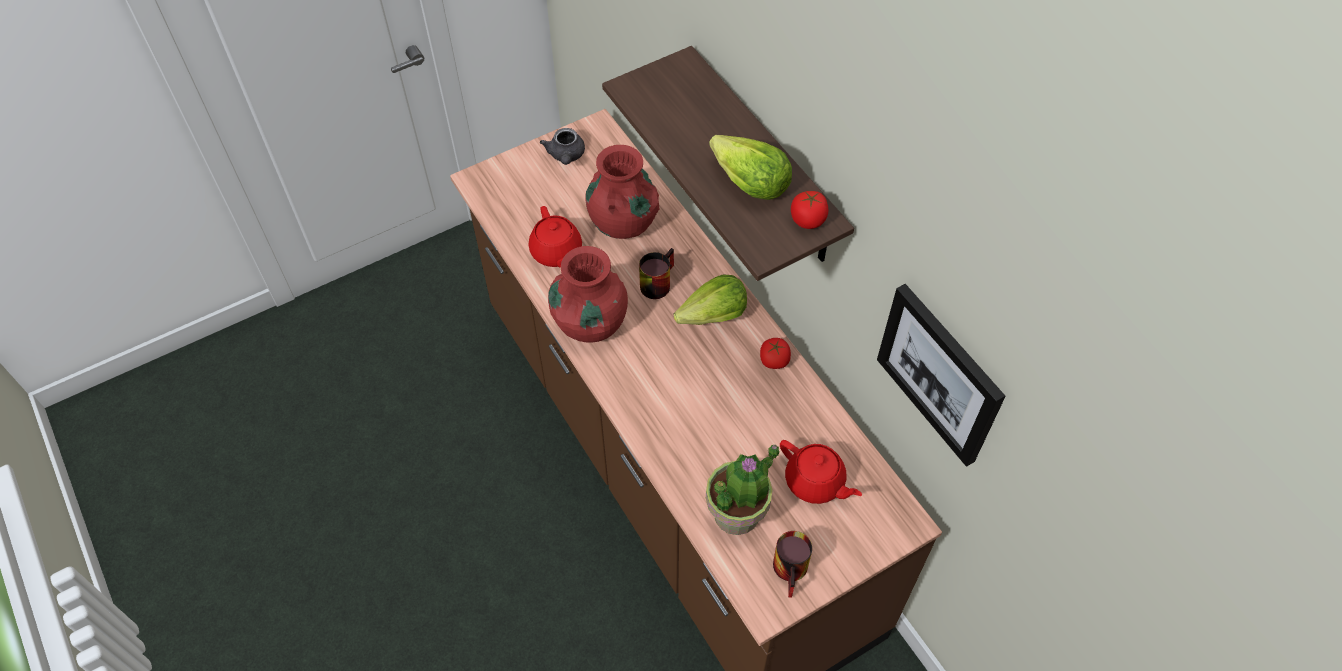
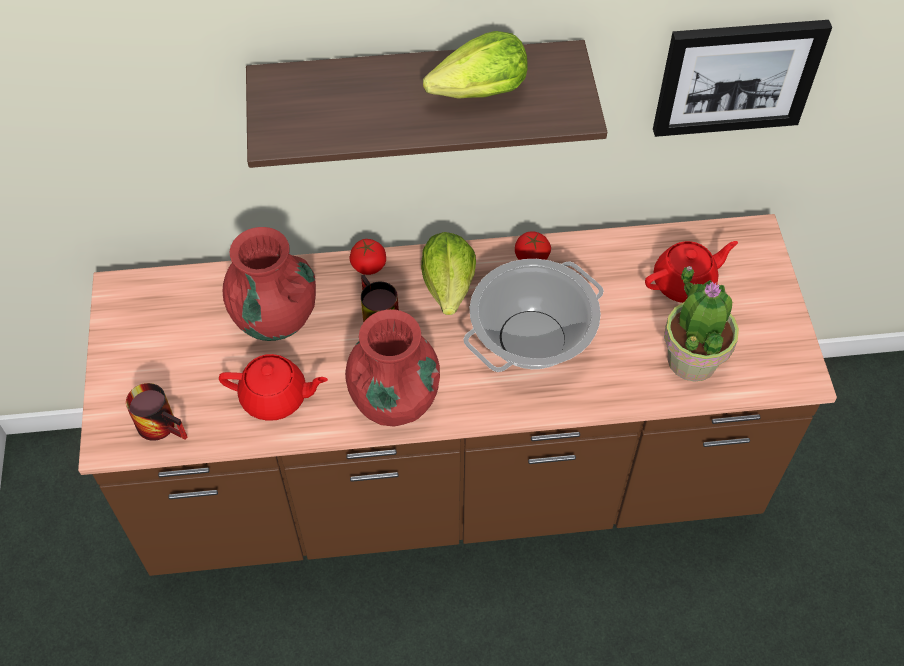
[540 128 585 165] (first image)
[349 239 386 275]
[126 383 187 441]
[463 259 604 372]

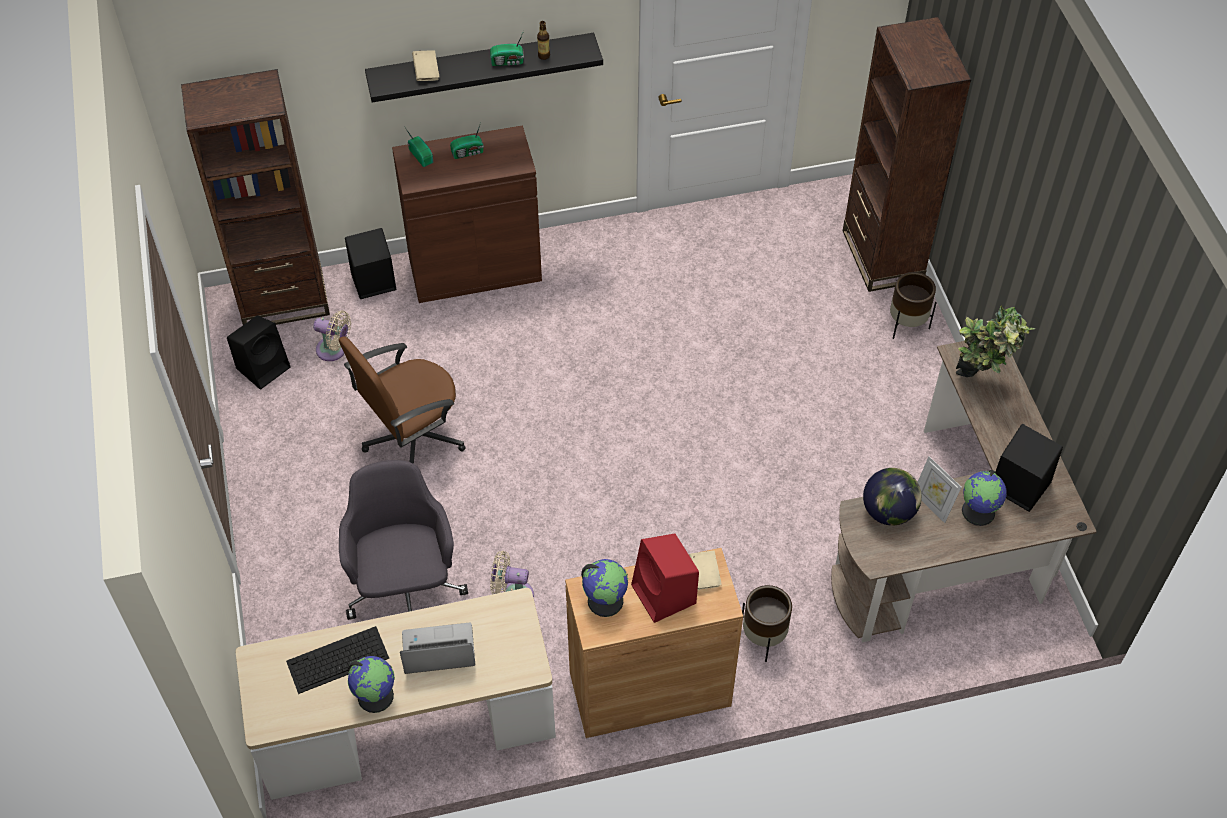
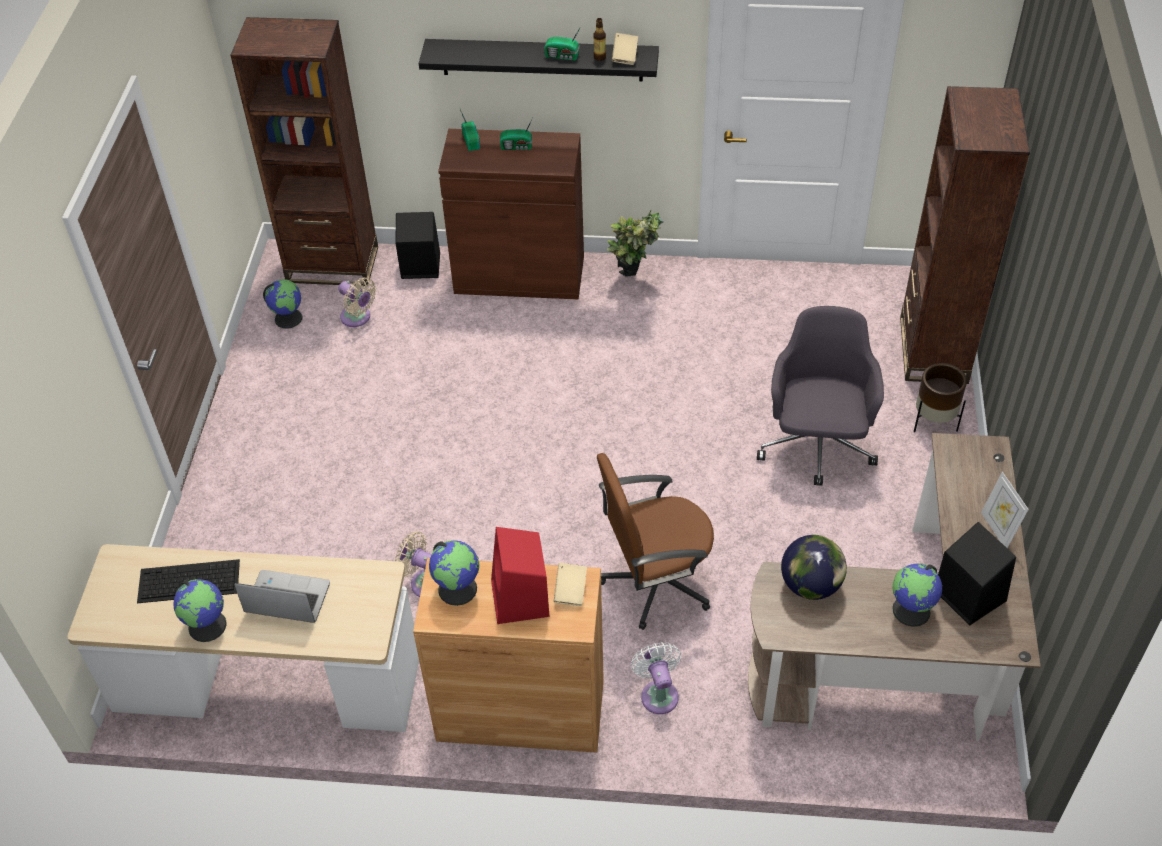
[612 33 638 65]
[607 210 664 276]
[263 279 303 329]
[597 453 714 630]
[981 472 1029 548]
[757 306 884 486]
[631 642 681 714]

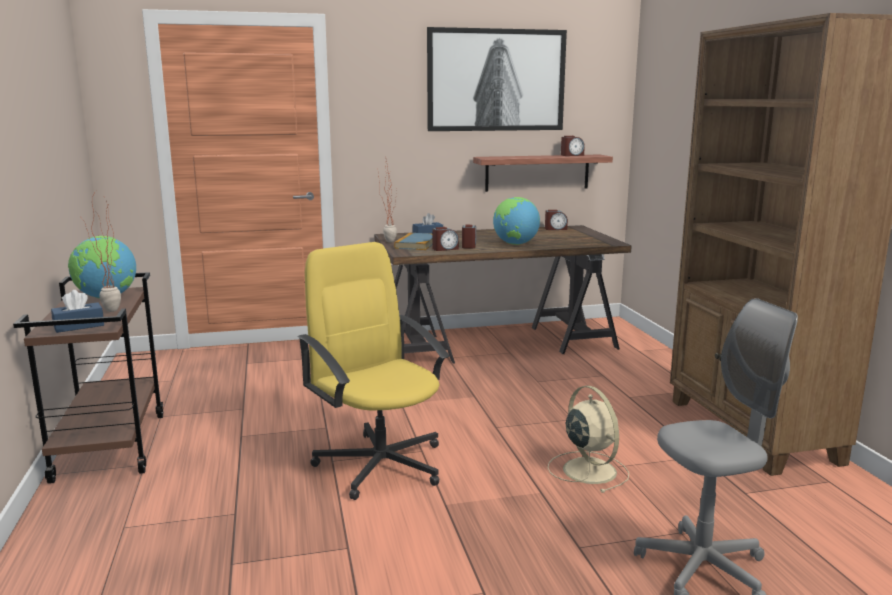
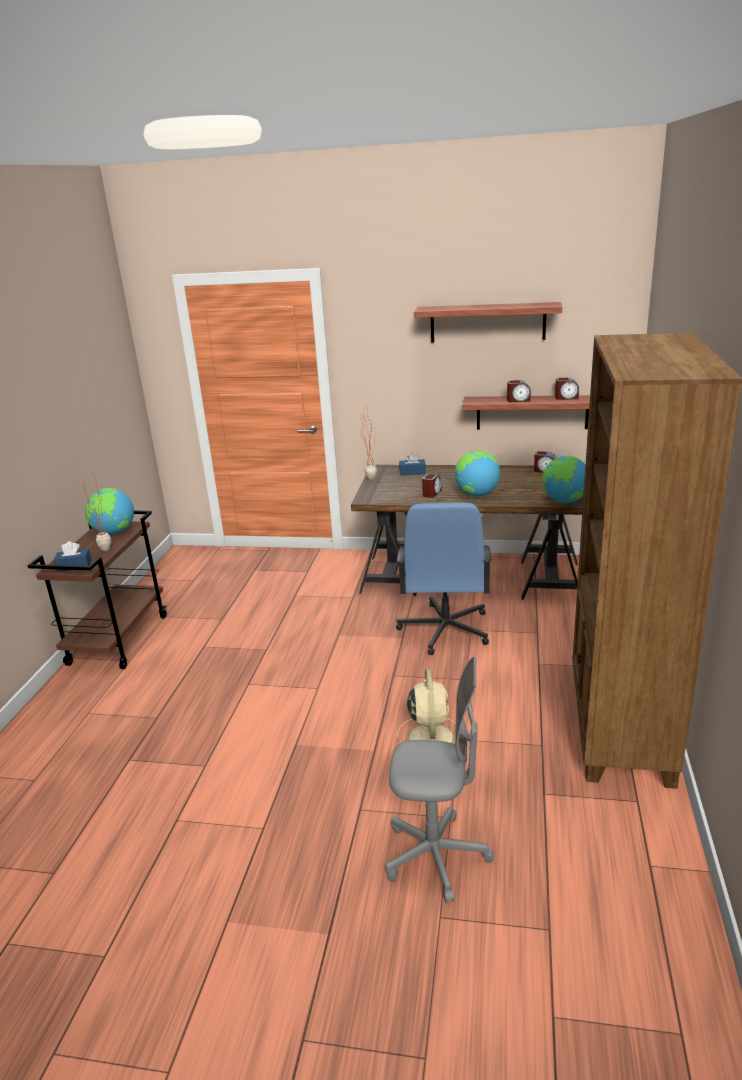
[414 302 562 343]
[507 380 531 402]
[394 233 433 250] (first image)
[298 242 449 500] (first image)
[542 456 586 503]
[396 503 492 655]

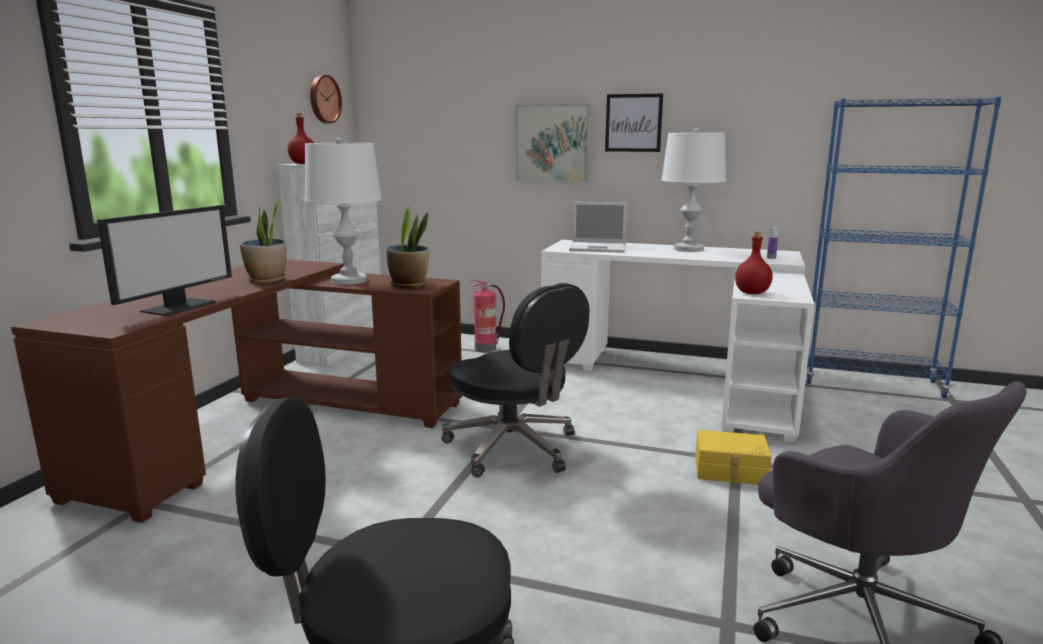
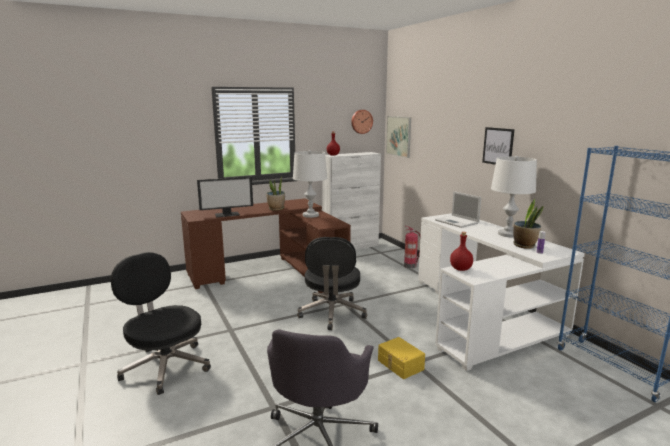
[386 116 411 158]
[513 199 544 249]

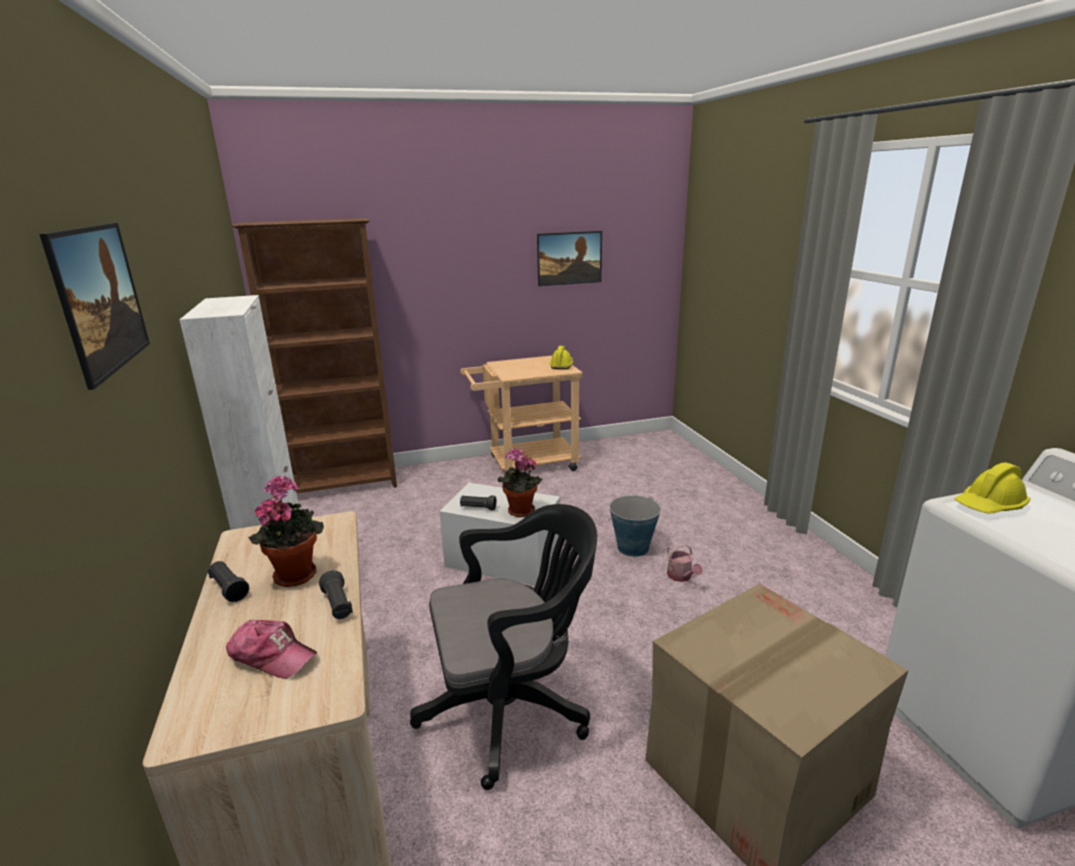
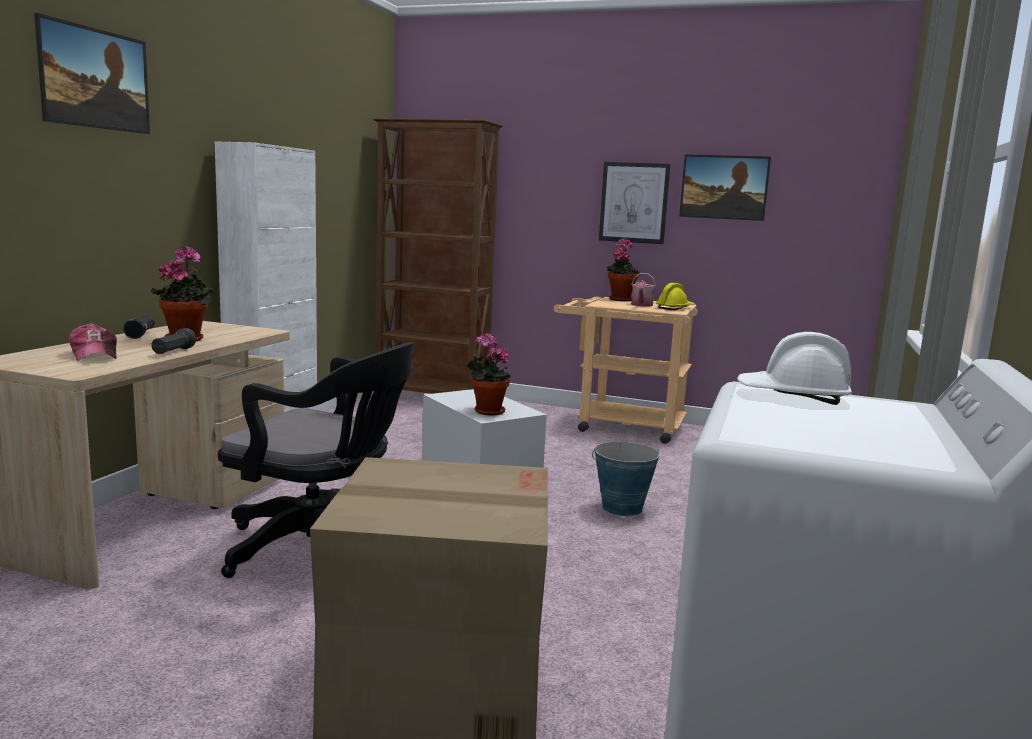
[737 332 852 405]
[460 495 497 511] (first image)
[631 273 656 307]
[599 162 671 244]
[607 238 640 301]

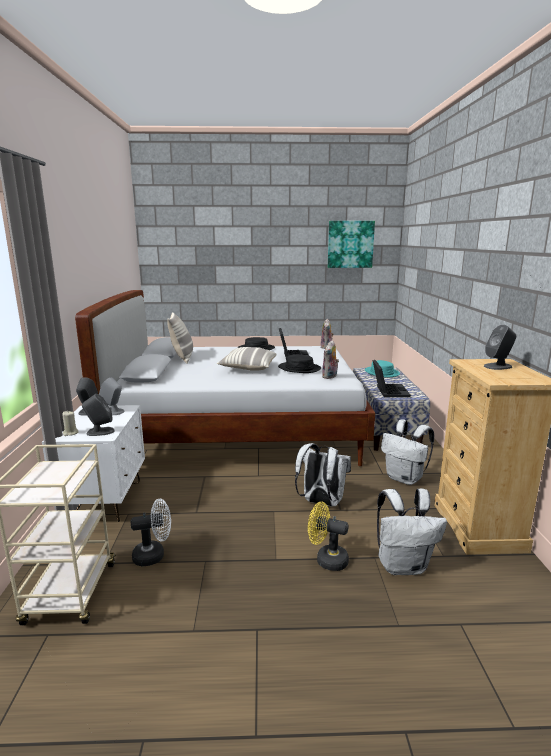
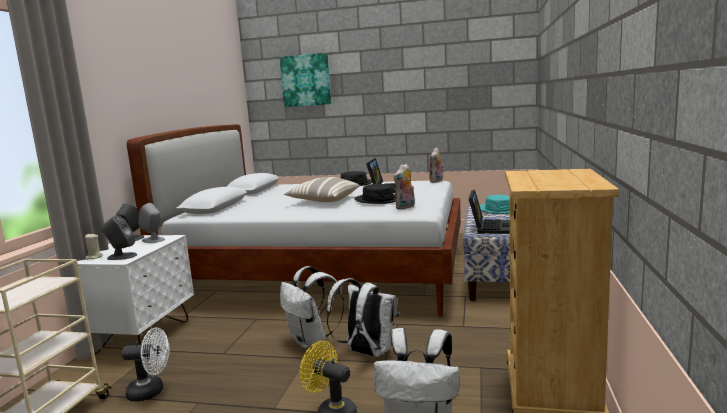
[280 53 331 107]
[167 312 193 364] (first image)
[484 325 516 370] (first image)
[280 266 344 349]

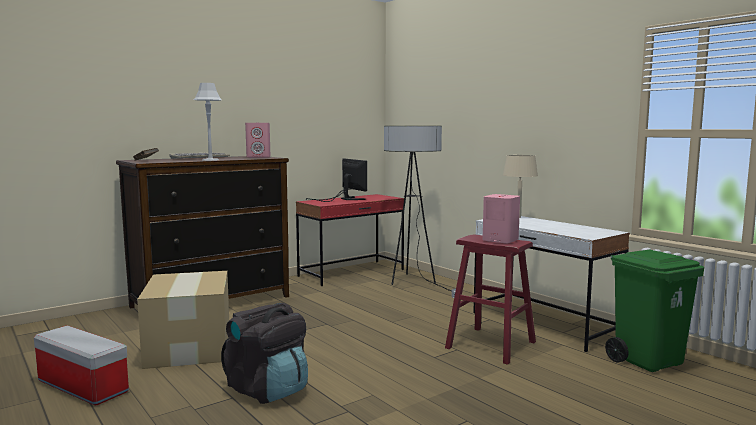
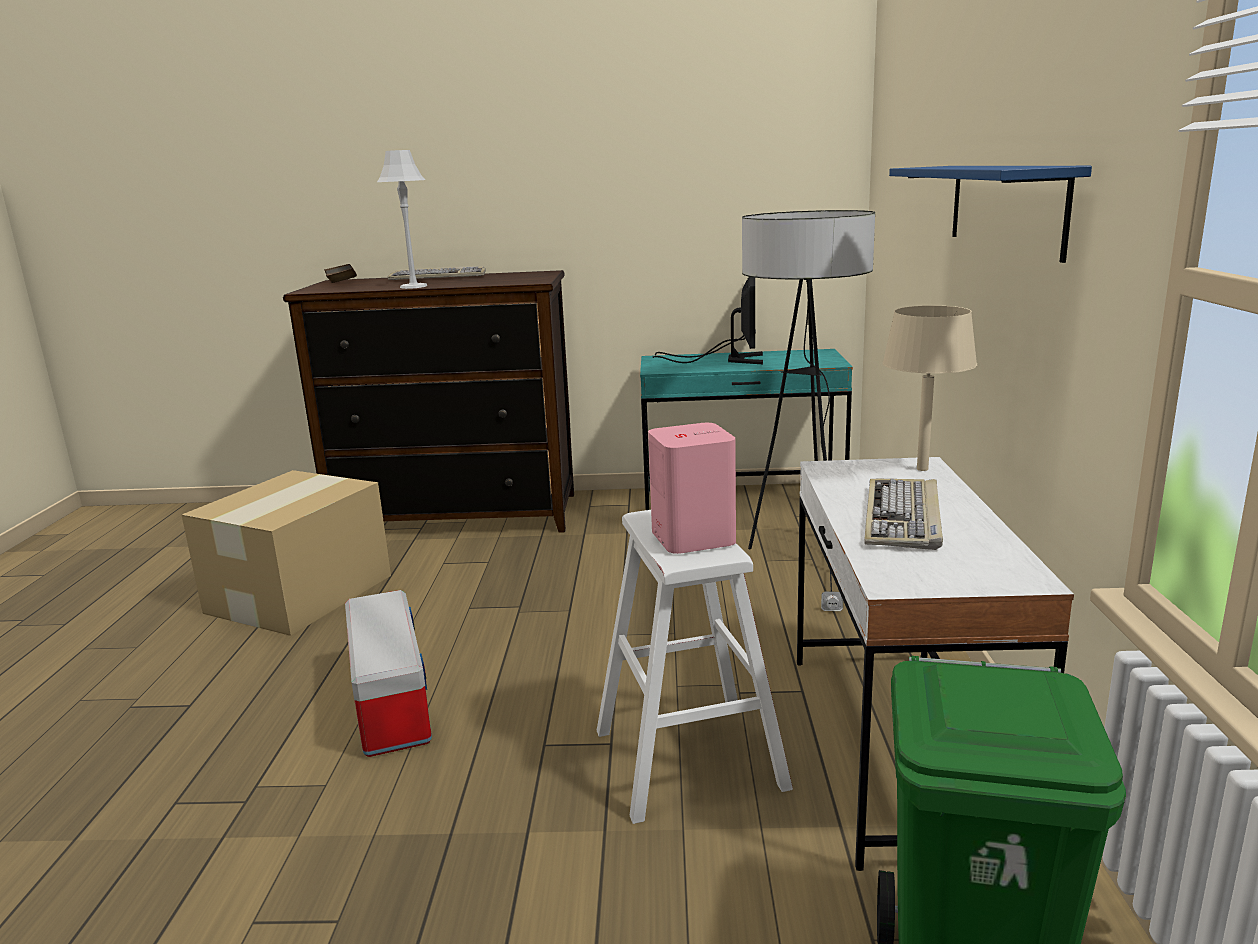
[245 123 270 158] (first image)
[640 349 853 510]
[596 510 793 824]
[221 303 308 404] (first image)
[345 590 432 757]
[889 166 1092 263]
[864 479 943 550]

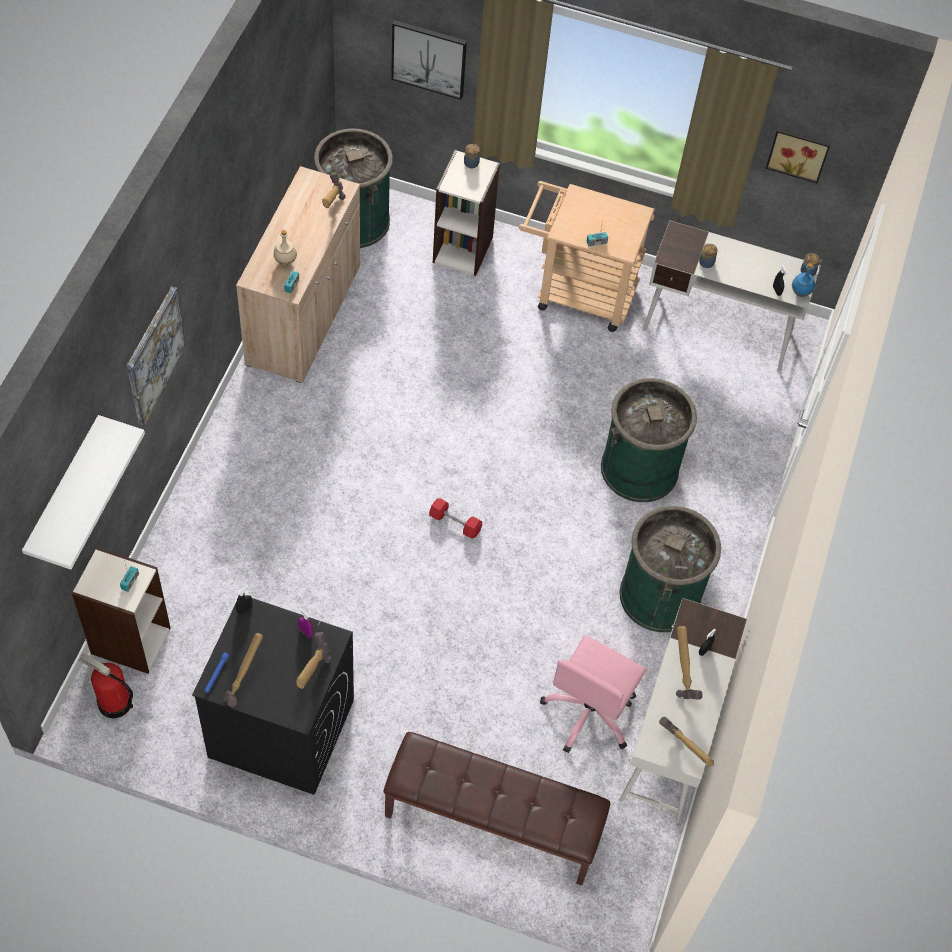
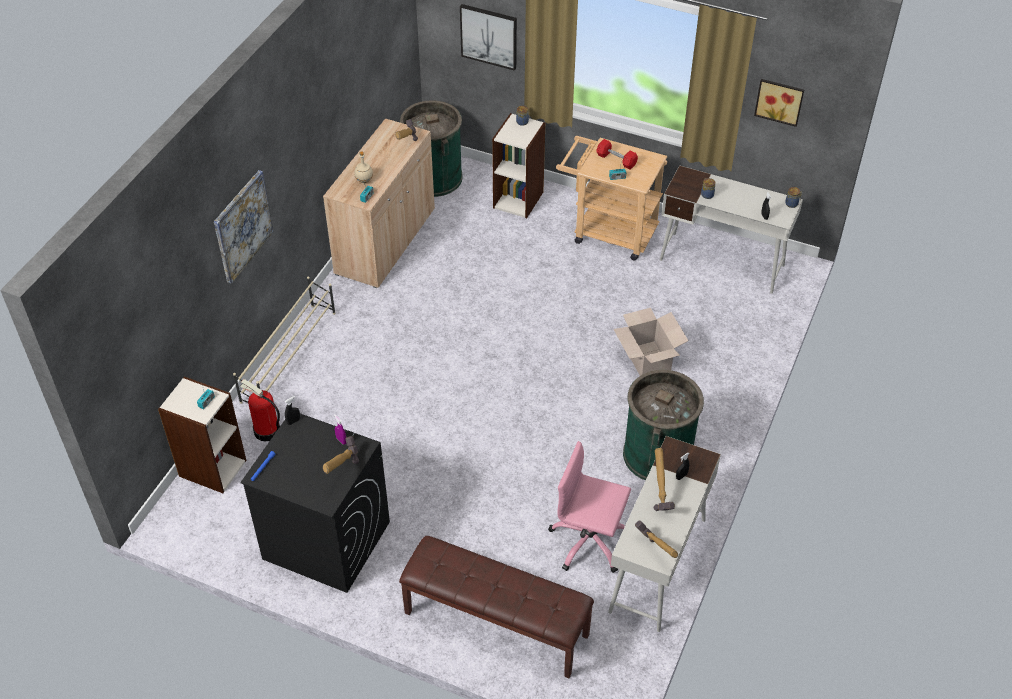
[792 263 815 297] (first image)
[613 308 688 376]
[22 415 145 570] (first image)
[597 139 638 169]
[224 633 263 707] (first image)
[548 441 631 573]
[240 379 280 441]
[233 276 336 404]

